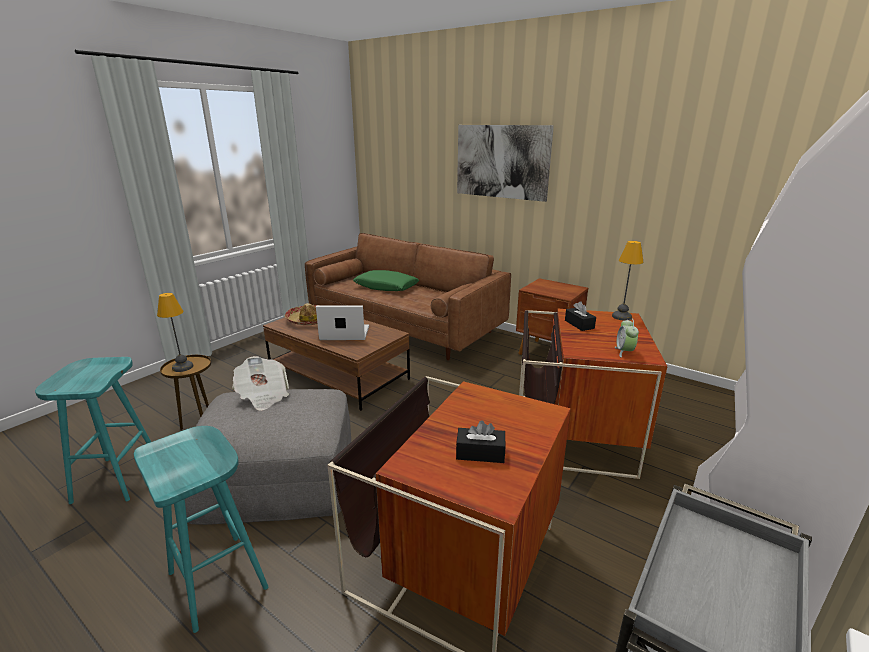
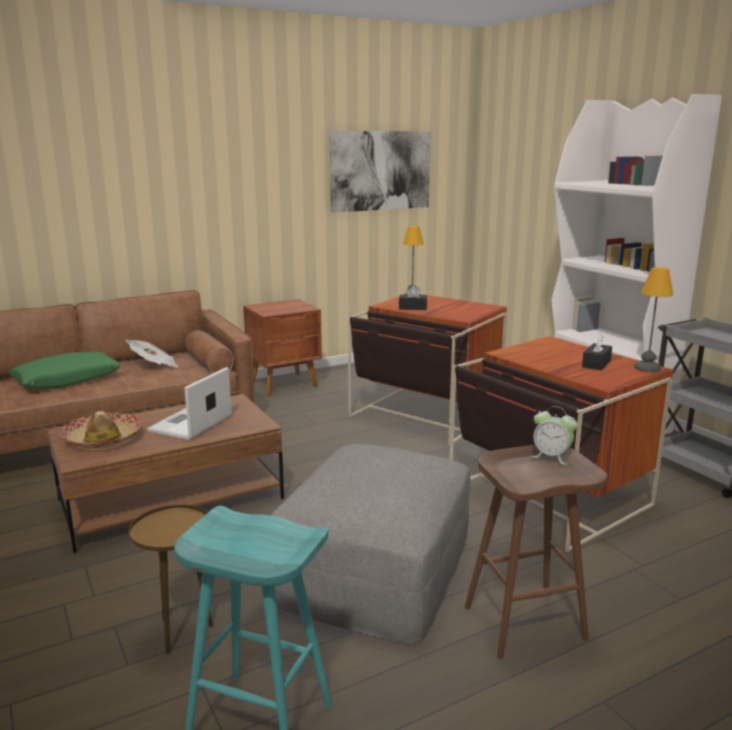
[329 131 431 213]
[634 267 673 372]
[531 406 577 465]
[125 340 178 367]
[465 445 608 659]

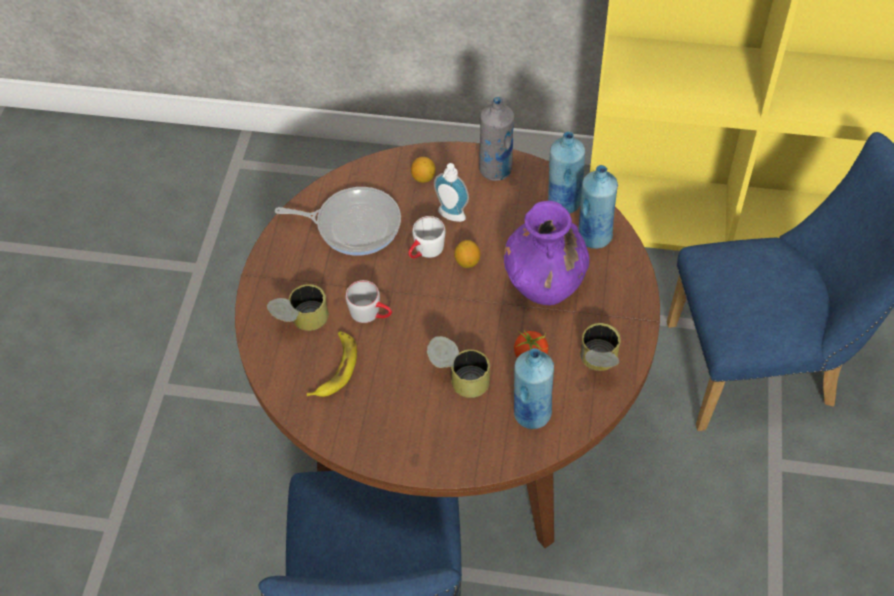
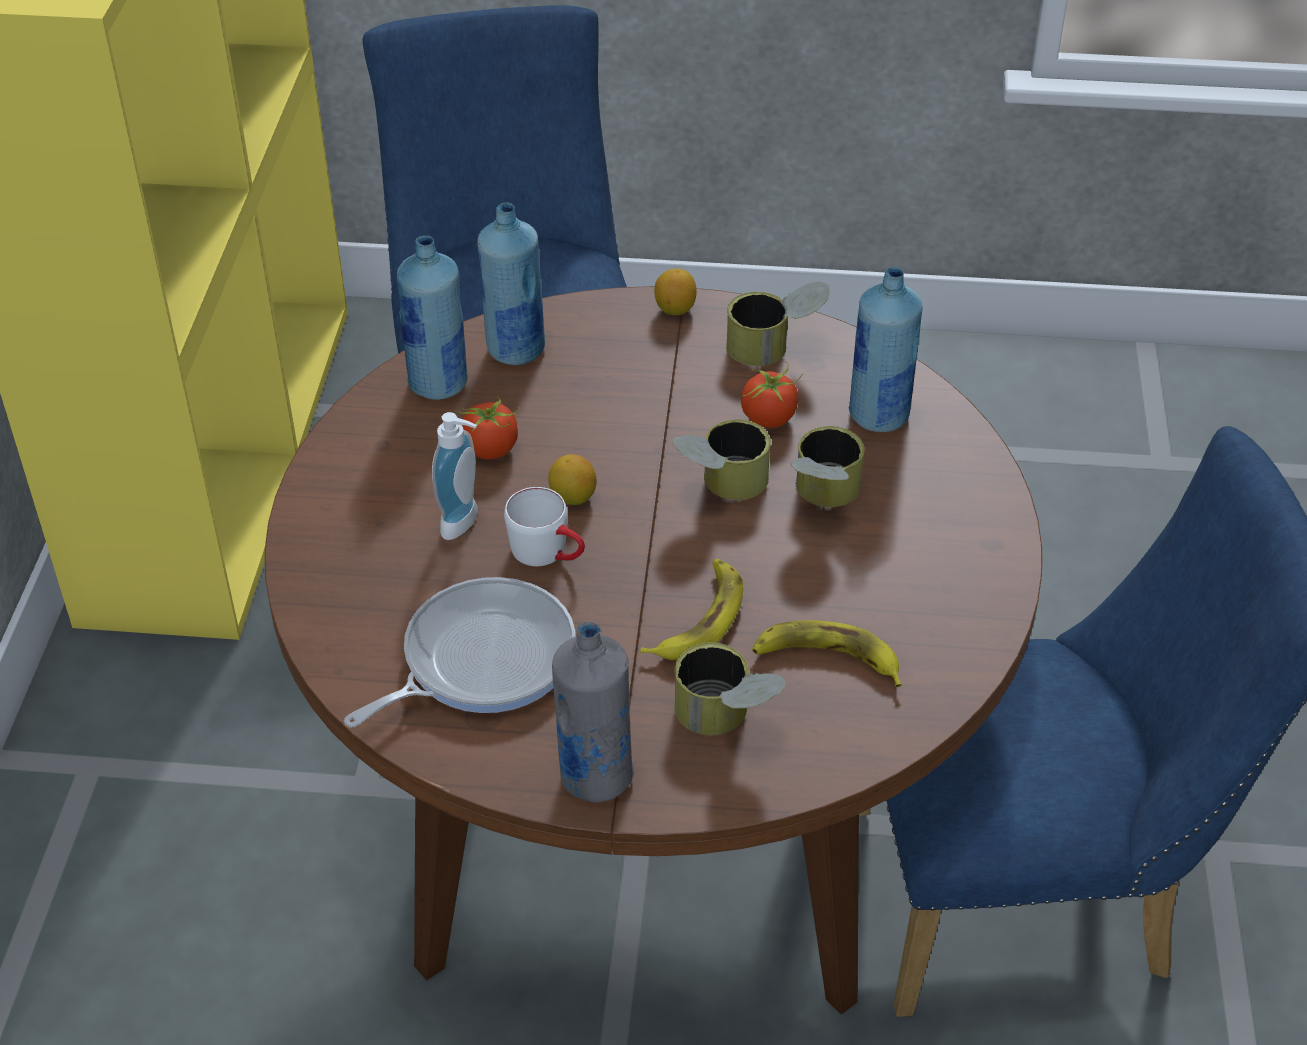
[552 622 634 802]
[654 269 697 315]
[344 577 575 728]
[504 201 589 305] (first image)
[640 559 743 660]
[458 396 520 459]
[672 419 771 500]

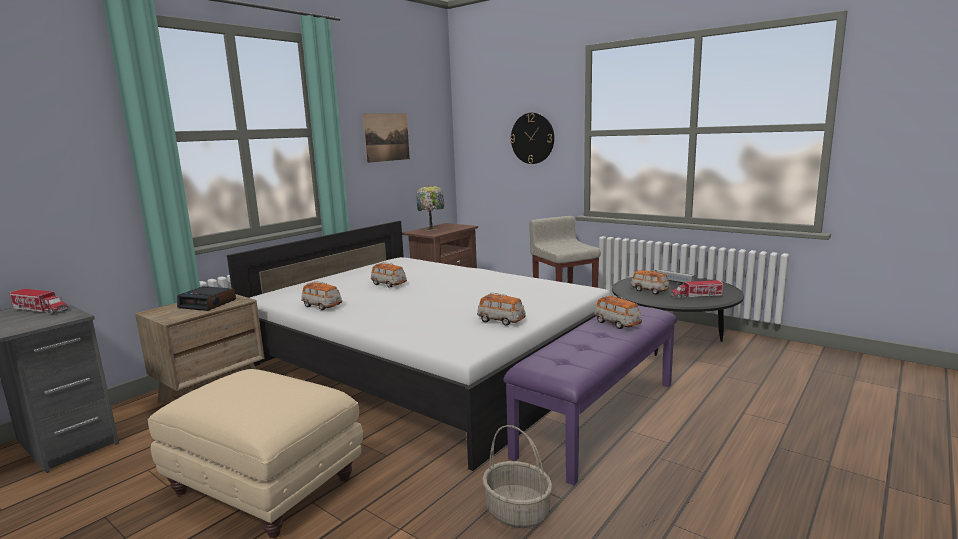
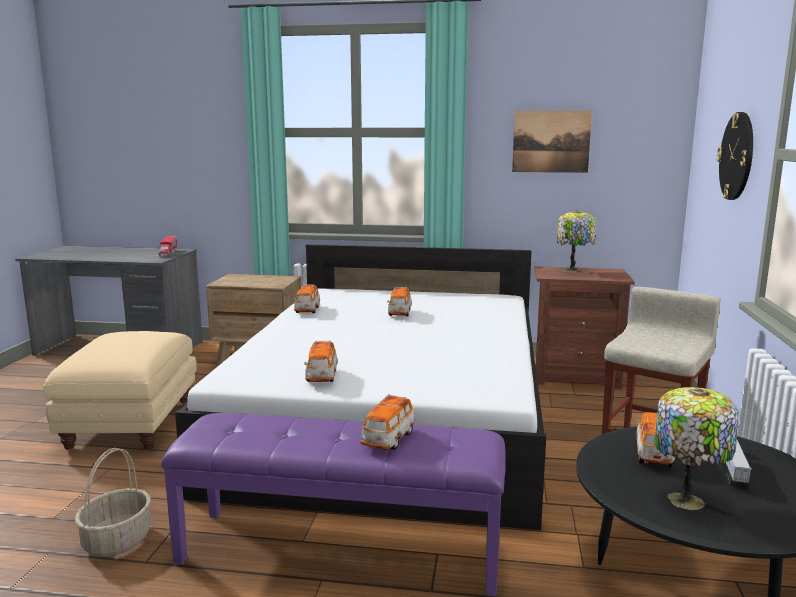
[654 387 738 510]
[177 286 236 311] (first image)

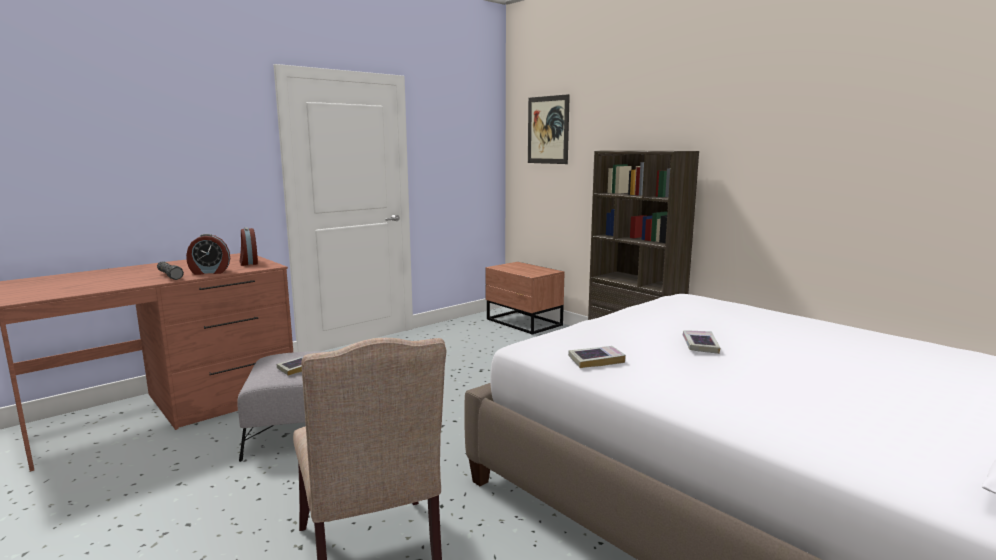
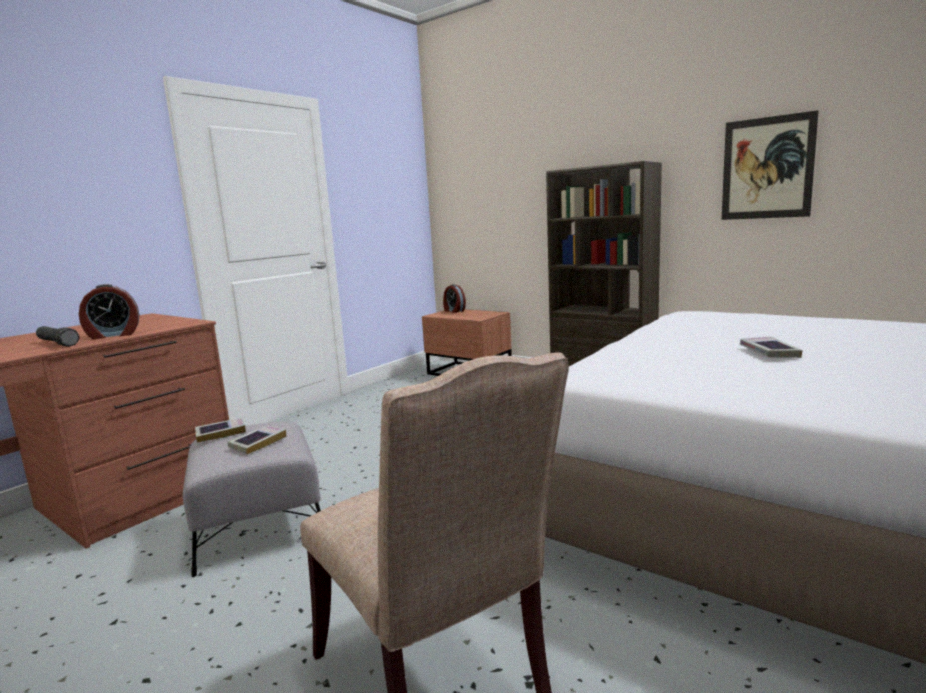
[722 110 819 220]
[443 284 466 313]
[195 418 246 443]

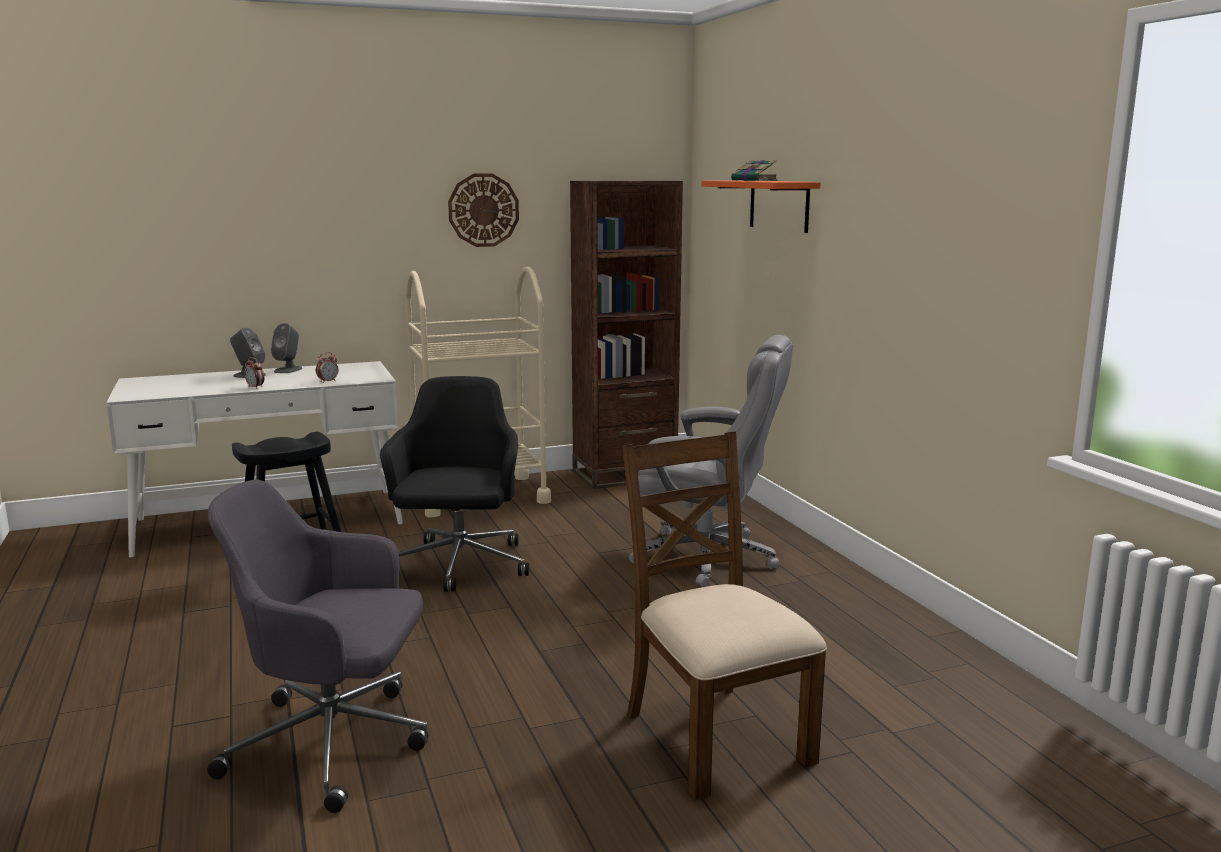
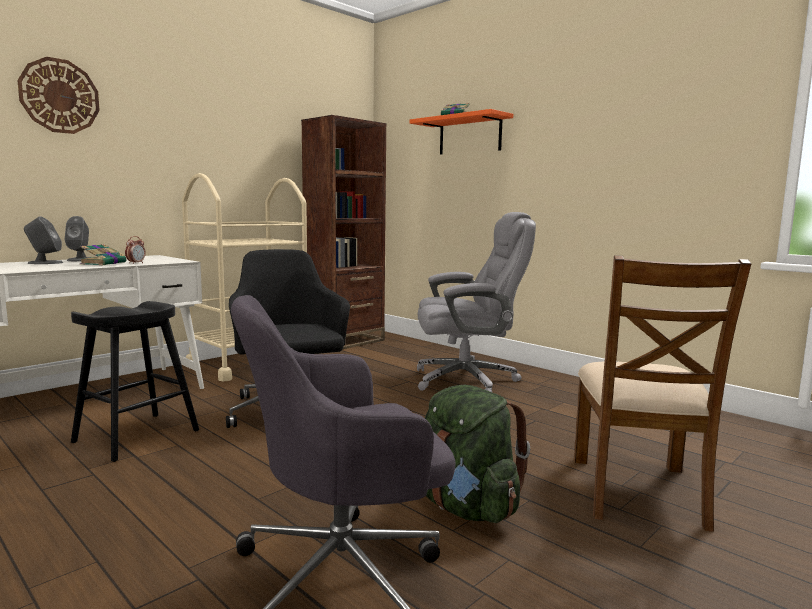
[17 57 100 134]
[244 357 264 389] (first image)
[574 256 752 532]
[80 244 126 265]
[425 385 530 523]

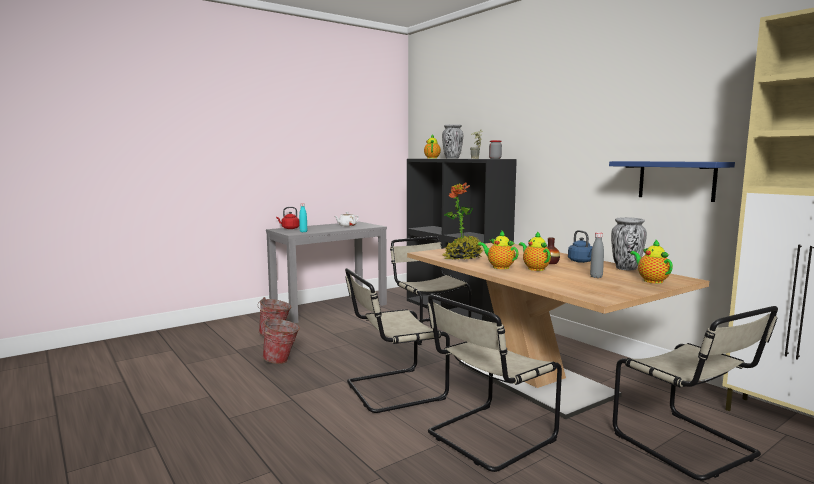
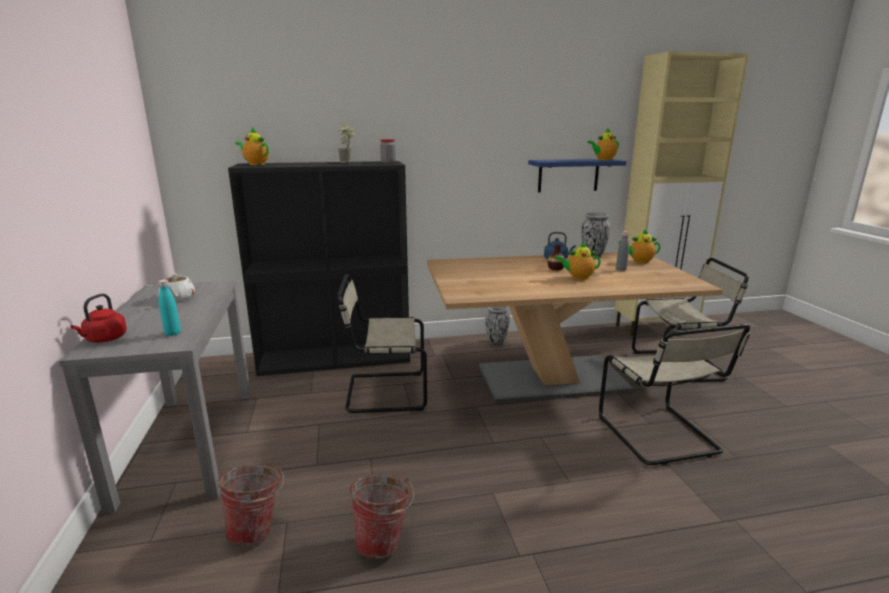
[485 306 510 346]
[443 183 483 260] (first image)
[587 127 619 160]
[345 268 450 413] (first image)

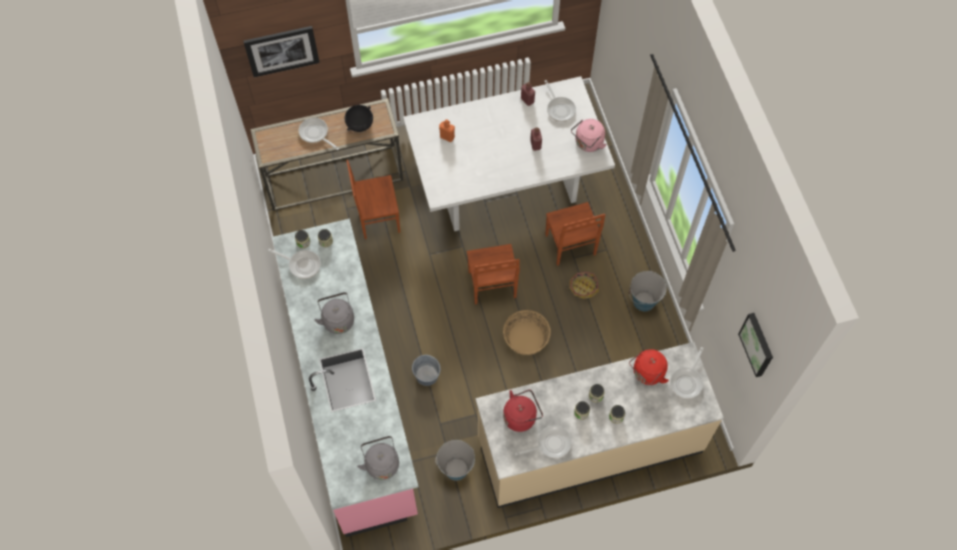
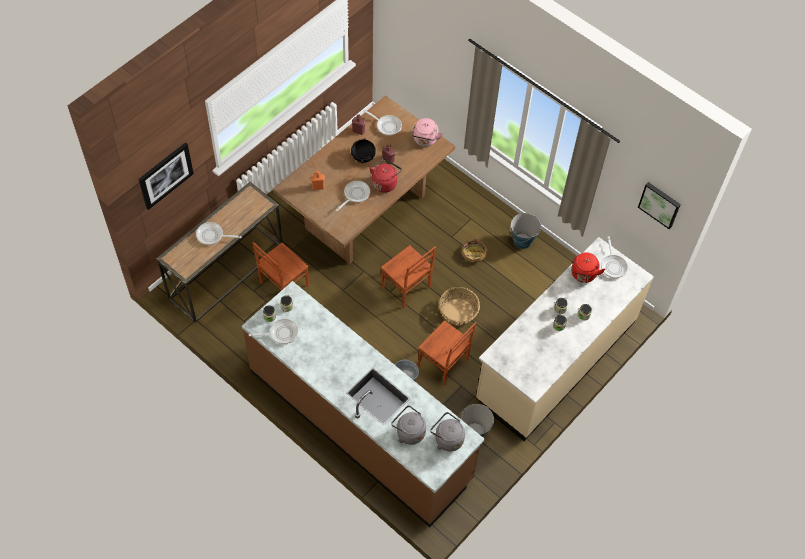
[273 95 455 264]
[351 138 376 163]
[418 320 476 386]
[242 281 485 527]
[391 405 426 445]
[369 158 402 193]
[336 181 370 211]

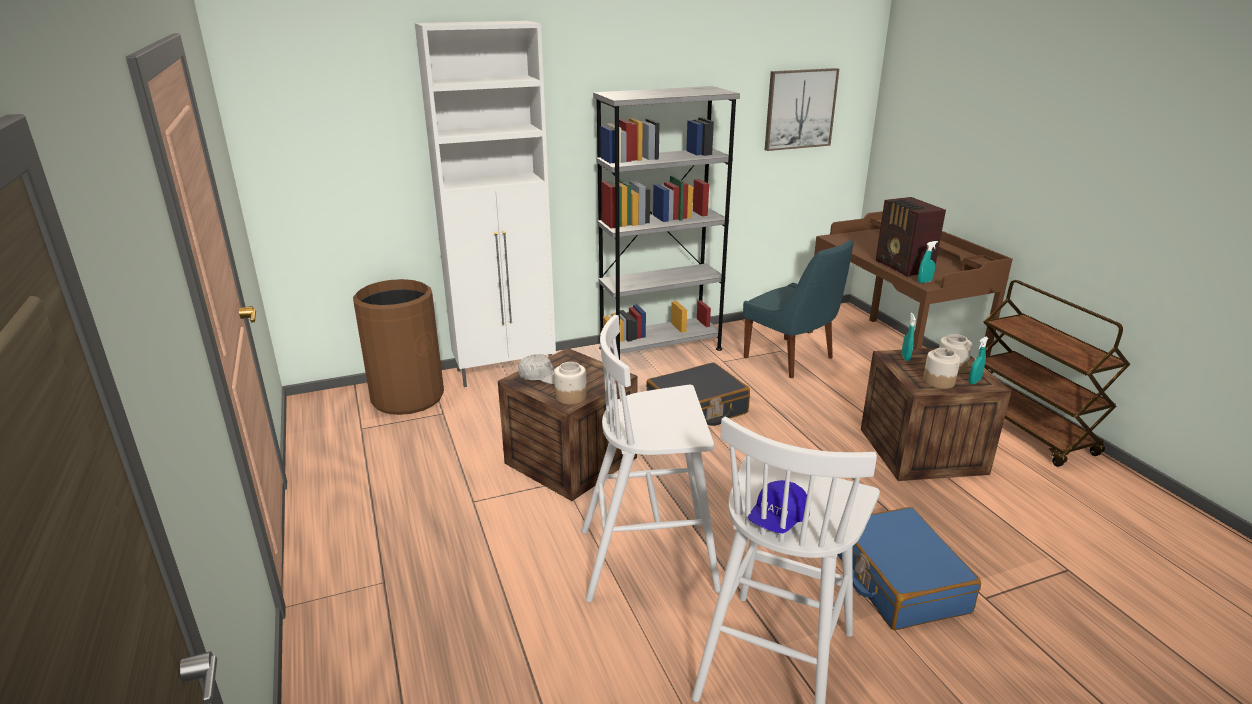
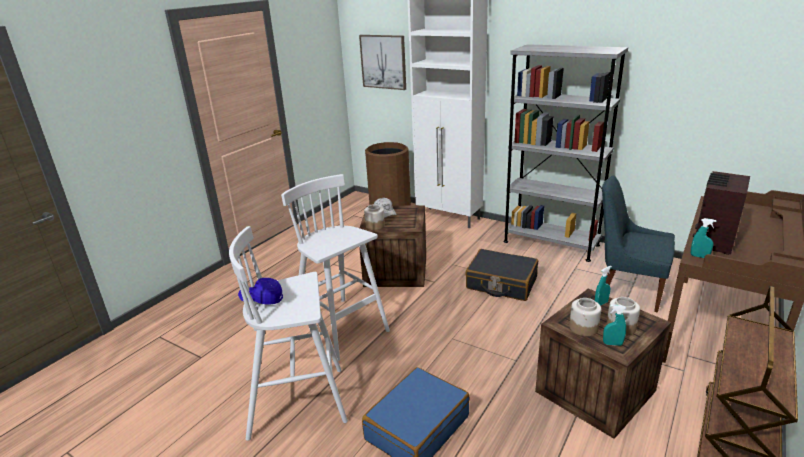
[359 35 406 90]
[602 176 675 313]

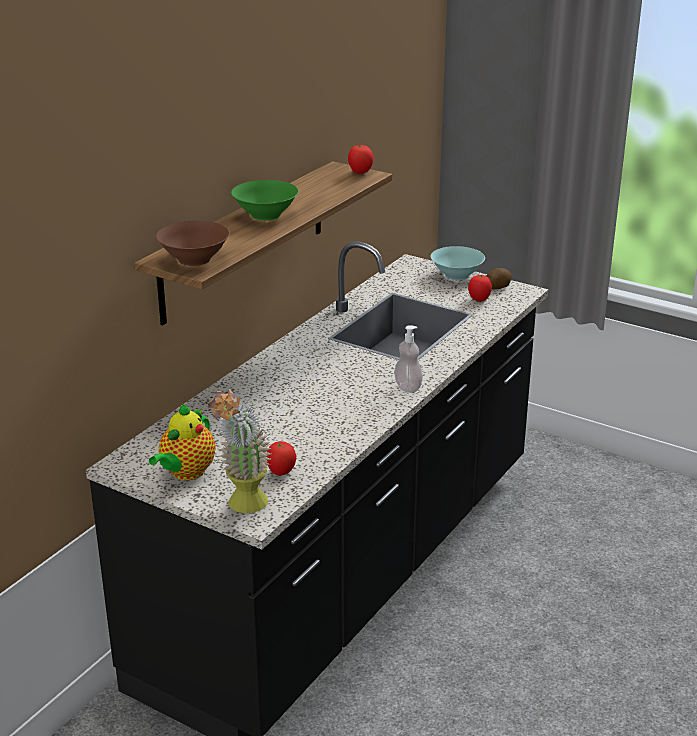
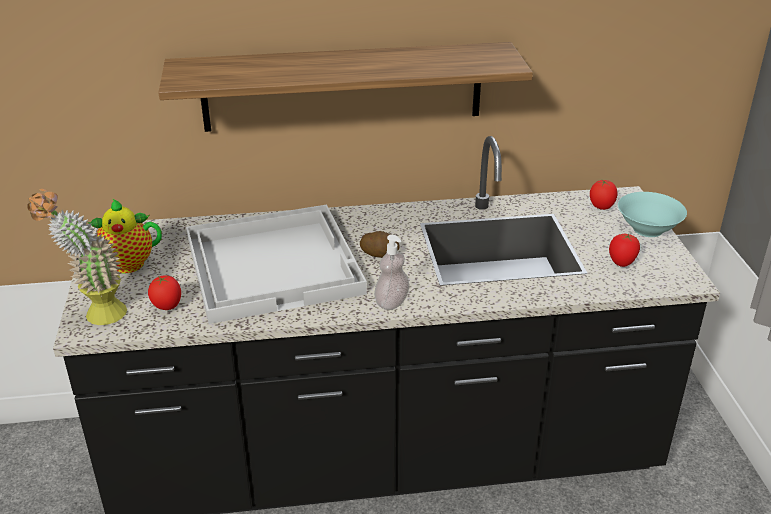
[590 180 617 210]
[231 180 299 221] (first image)
[156 220 230 266] (first image)
[360 231 400 258]
[186 205 367 324]

